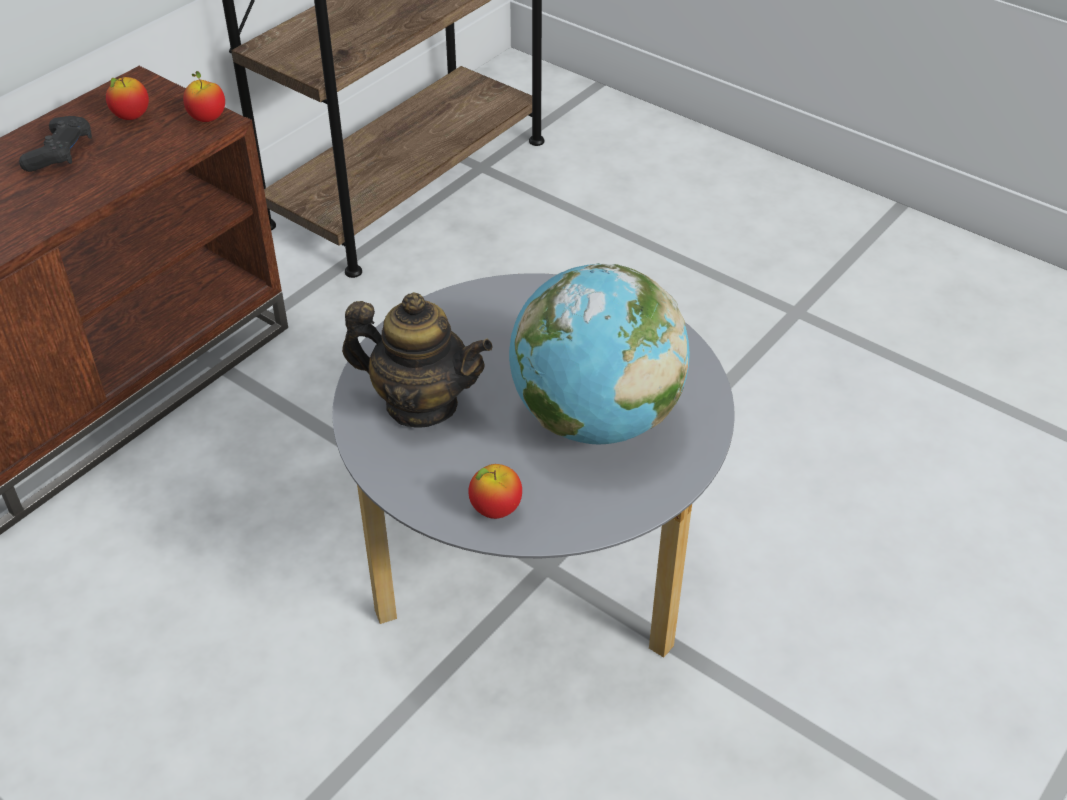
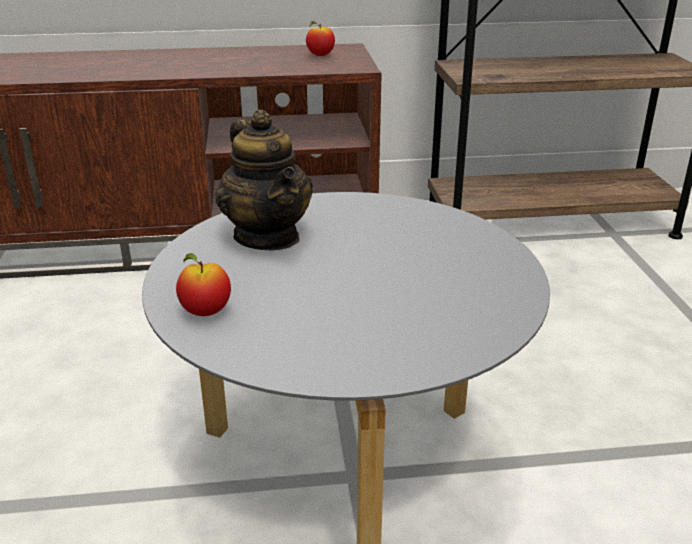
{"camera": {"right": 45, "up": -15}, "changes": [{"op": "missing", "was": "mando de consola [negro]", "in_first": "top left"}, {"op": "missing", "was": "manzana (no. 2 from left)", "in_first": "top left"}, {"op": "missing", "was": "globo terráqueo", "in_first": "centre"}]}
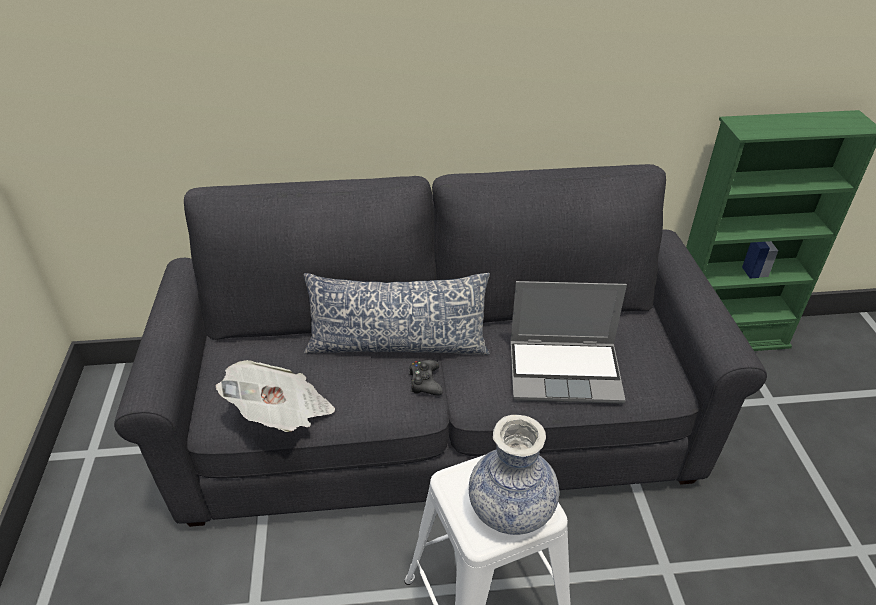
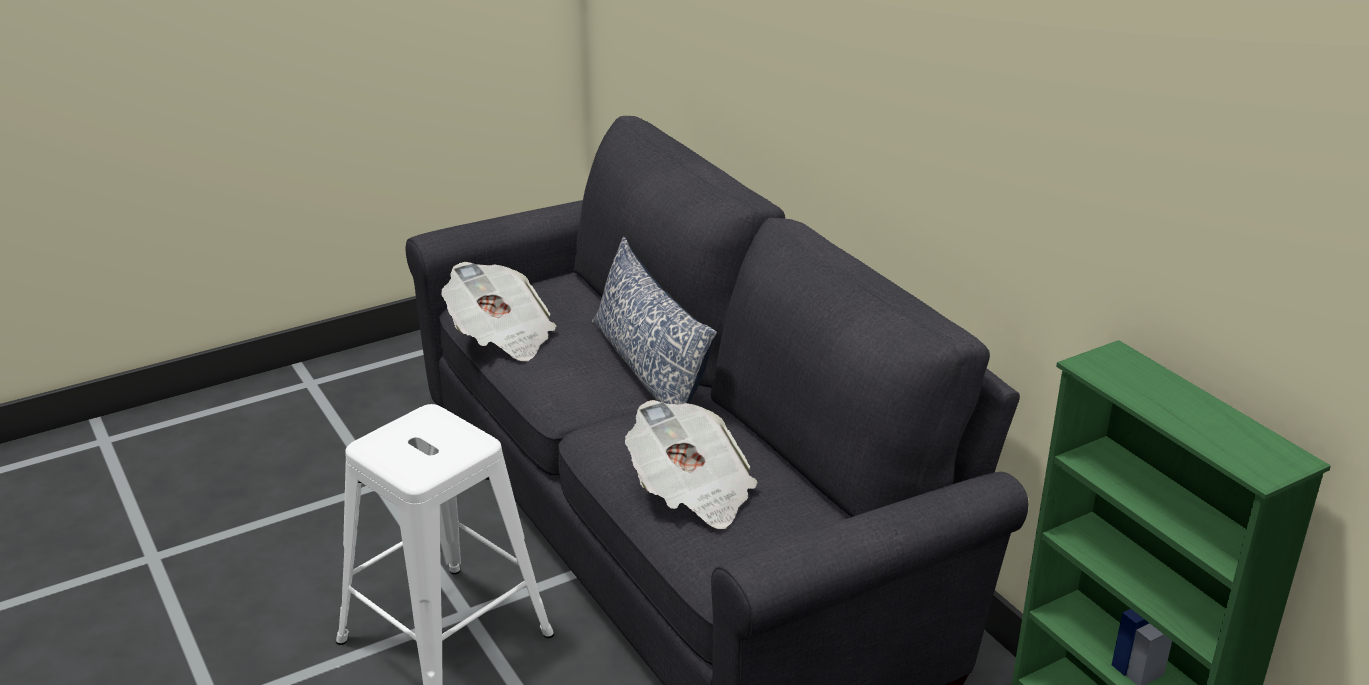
{"camera": {"right": 65, "up": -10}, "changes": [{"op": "missing", "was": "mando de consola [negro]", "in_first": "centre"}, {"op": "missing", "was": "florero", "in_first": "bottom centre"}, {"op": "exchanged", "was": "portátil", "now": "periódico (no. 2 from left)", "in_first": "centre", "in_second": "bottom centre"}]}
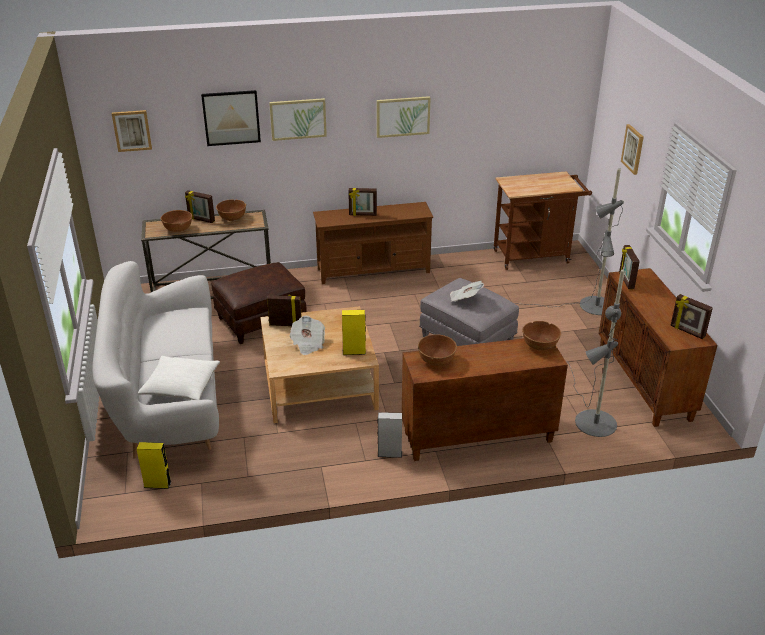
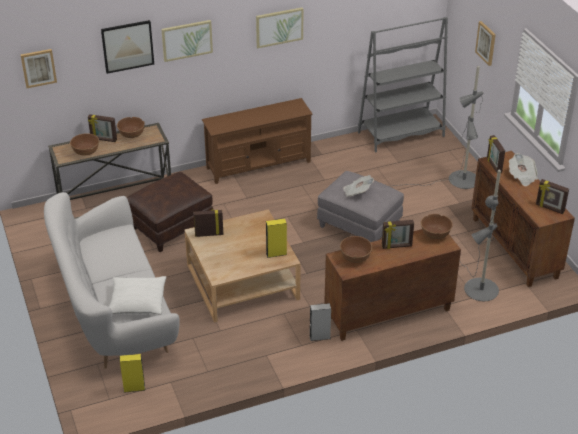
{"camera": {"right": -10, "up": 5}, "changes": [{"op": "relocated", "was": "periódico (no. 1 from left in the first image)", "now": "periódico (no. 2 from left)", "in_first": "centre", "in_second": "middle right"}, {"op": "relocated", "was": "portarretratos (no. 3 from left)", "in_first": "top centre", "in_second": "middle right"}, {"op": "exchanged", "was": "carrito [marrón]", "now": "estantería [gris]", "in_first": "middle right", "in_second": "top right"}]}
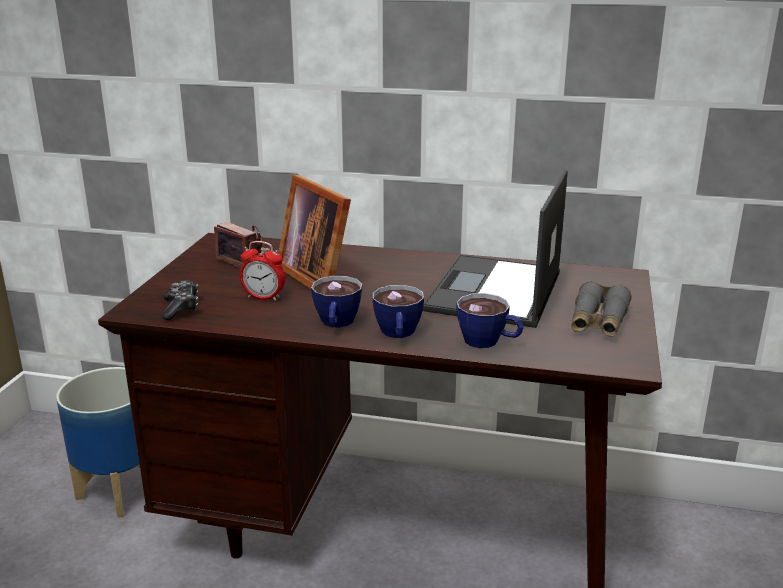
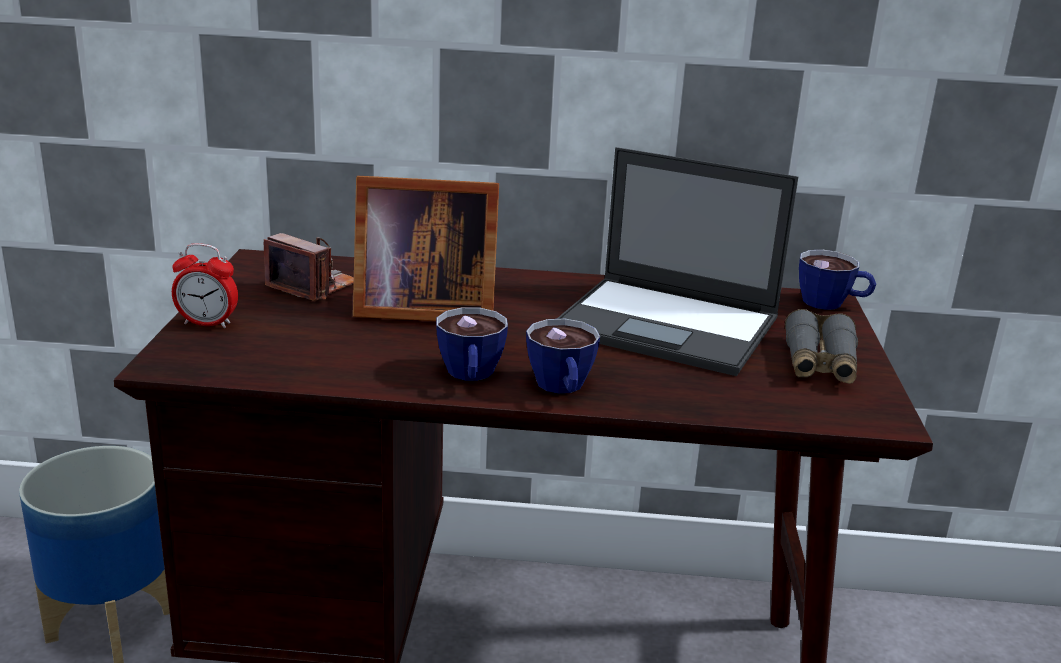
{"camera": {"right": -10, "up": 0}, "changes": [{"op": "missing", "was": "mando de consola", "in_first": "middle left"}, {"op": "relocated", "was": "despertador", "in_first": "centre", "in_second": "middle left"}, {"op": "spun", "was": "portarretratos", "in_first": "centre", "in_second": "centre", "clockwise": -45}, {"op": "spun", "was": "portátil", "in_first": "centre", "in_second": "centre", "clockwise": -75}, {"op": "relocated", "was": "taza (no. 3 from left)", "in_first": "centre", "in_second": "middle right"}]}
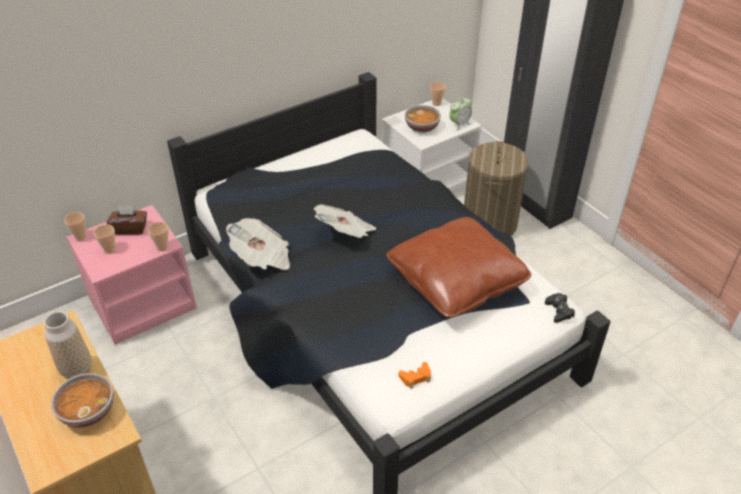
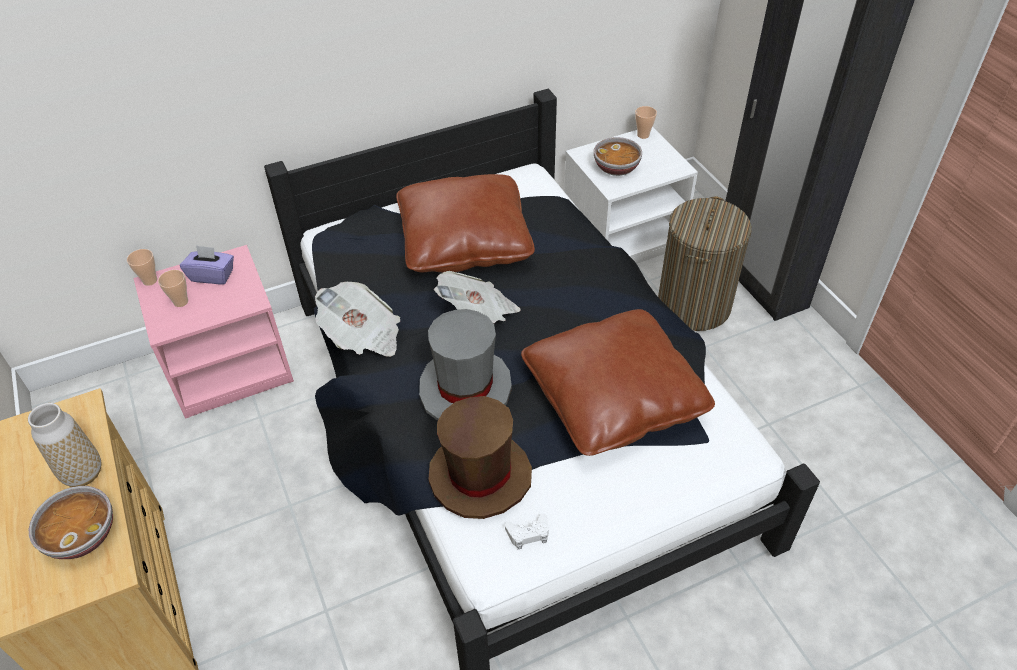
{"camera": {"right": 10, "up": 5}, "changes": [{"op": "colour", "was": "caja de pañuelos [marrón]", "now": "caja de pañuelos [morado]", "in_first": "middle left", "in_second": "middle left"}, {"op": "missing", "was": "taza (no. 3 from left)", "in_first": "middle left"}, {"op": "colour", "was": "mando de consola [naranja]", "now": "mando de consola [blanco]", "in_first": "bottom centre", "in_second": "bottom centre"}, {"op": "missing", "was": "despertador", "in_first": "top centre"}, {"op": "missing", "was": "mando de consola [negro]", "in_first": "middle right"}, {"op": "appeared", "now": "cojín [marrón] (no. 1 from left)", "in_second": "top centre"}, {"op": "appeared", "now": "sombrero [gris]", "in_second": "centre"}, {"op": "appeared", "now": "sombrero [marrón]", "in_second": "bottom centre"}]}
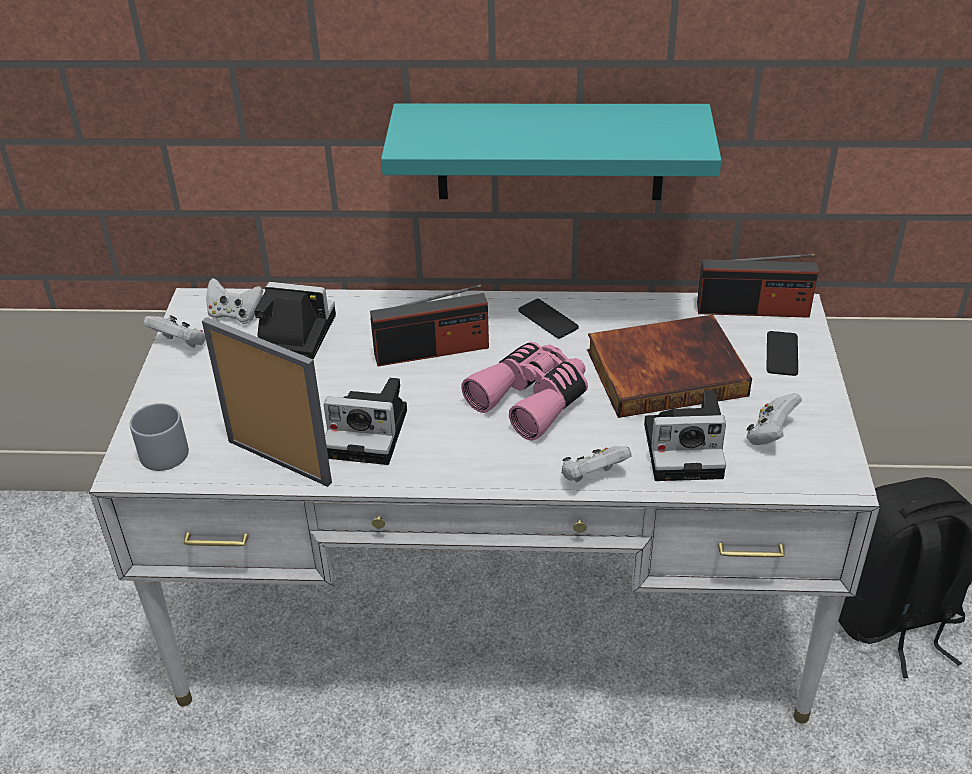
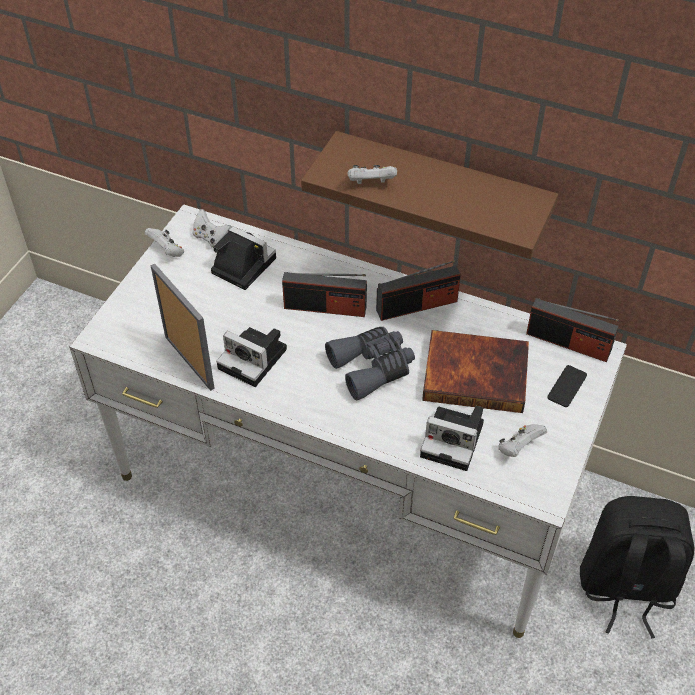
{"camera": {"right": 20, "up": 10}, "changes": [{"op": "missing", "was": "taza grande [gris]", "in_first": "middle left"}, {"op": "colour", "was": "estante [turquesa]", "now": "estante [marrón]", "in_first": "top centre", "in_second": "top centre"}, {"op": "colour", "was": "prismáticos [rosa]", "now": "prismáticos [gris]", "in_first": "centre", "in_second": "centre"}, {"op": "exchanged", "was": "móvil (no. 1 from left)", "now": "radio (no. 2 from left)", "in_first": "centre", "in_second": "centre"}, {"op": "relocated", "was": "mando de consola [blanco] (no. 3 from left)", "in_first": "centre", "in_second": "top centre"}]}
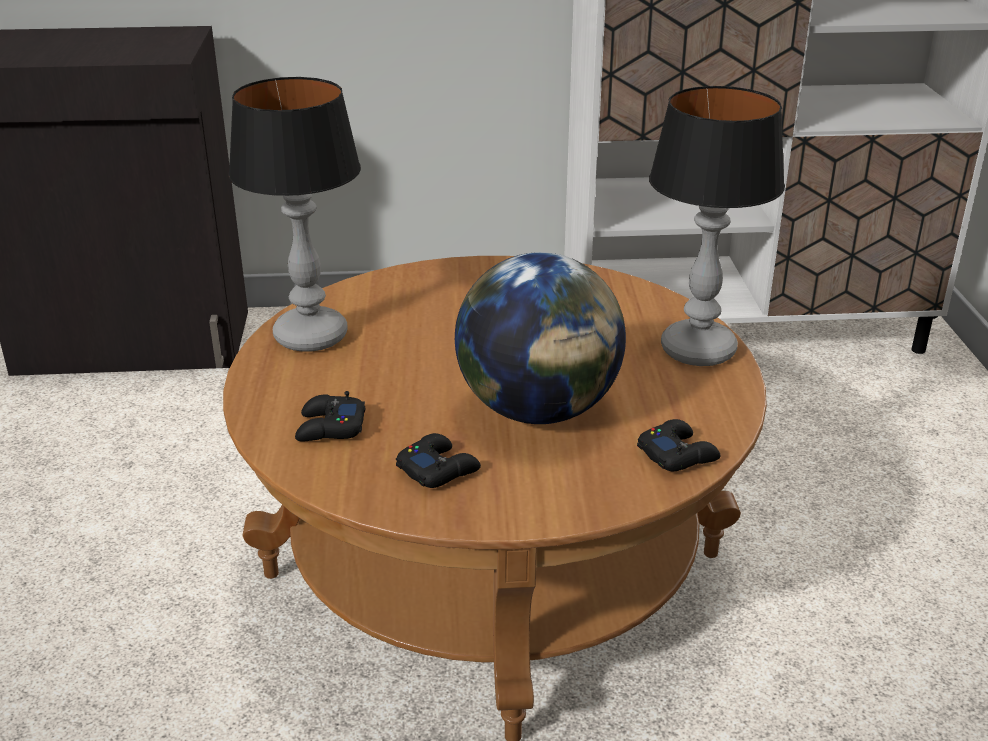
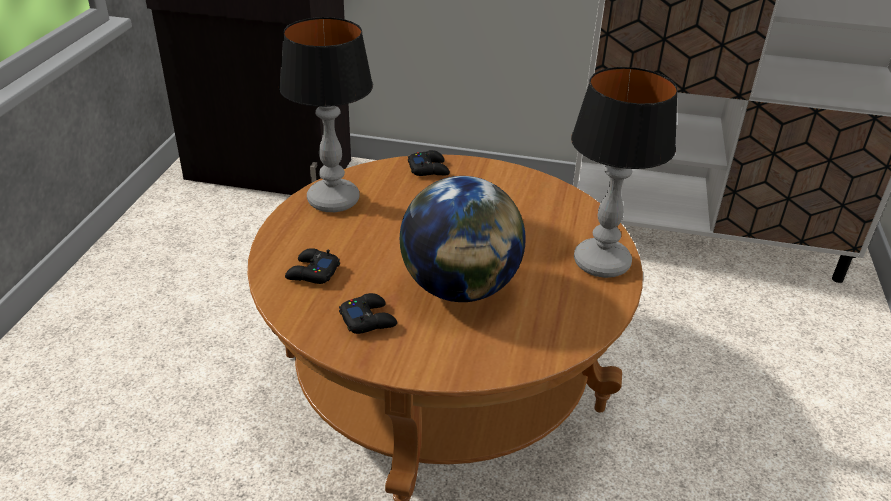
{"camera": {"right": 15, "up": 5}, "changes": [{"op": "relocated", "was": "mando de consola [negro] (no. 3 from left)", "in_first": "middle right", "in_second": "top centre"}]}
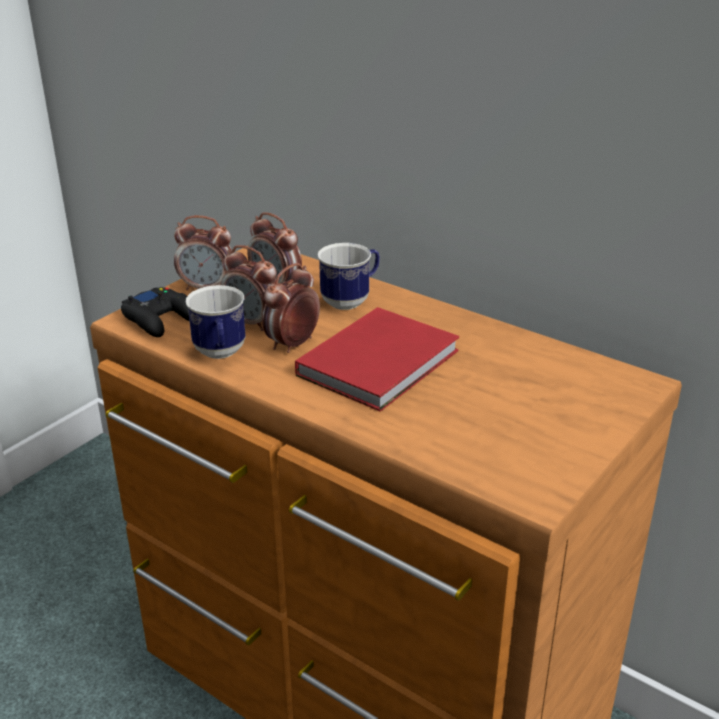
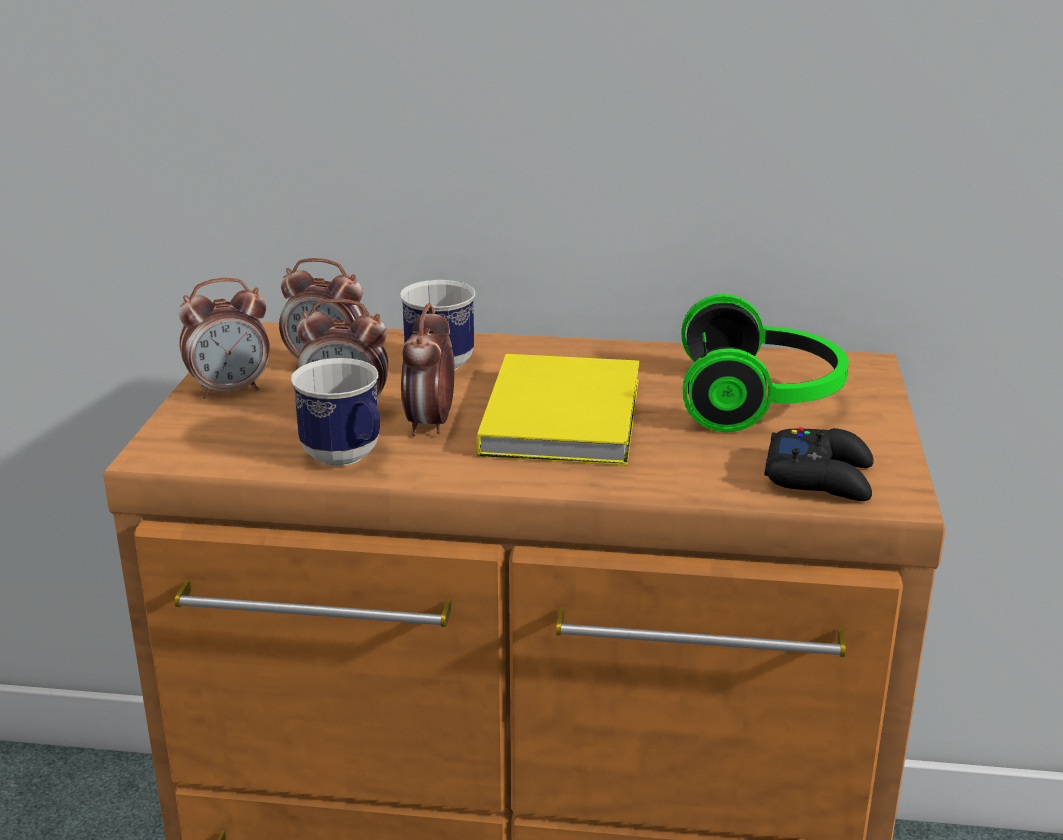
{"camera": {"right": -30, "up": -5}, "changes": [{"op": "relocated", "was": "mando de consola [negro]", "in_first": "middle left", "in_second": "middle right"}, {"op": "colour", "was": "libro [rojo]", "now": "libro [amarillo]", "in_first": "centre", "in_second": "centre"}, {"op": "appeared", "now": "auriculares", "in_second": "middle right"}]}
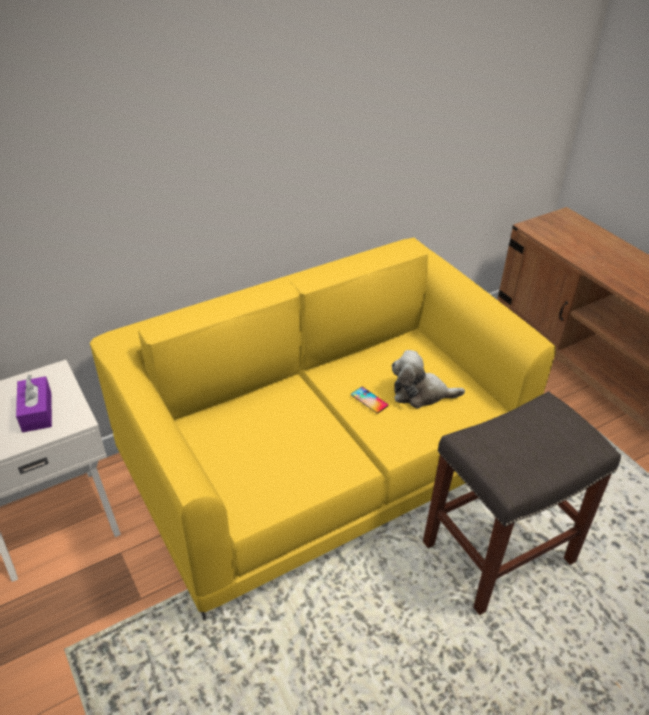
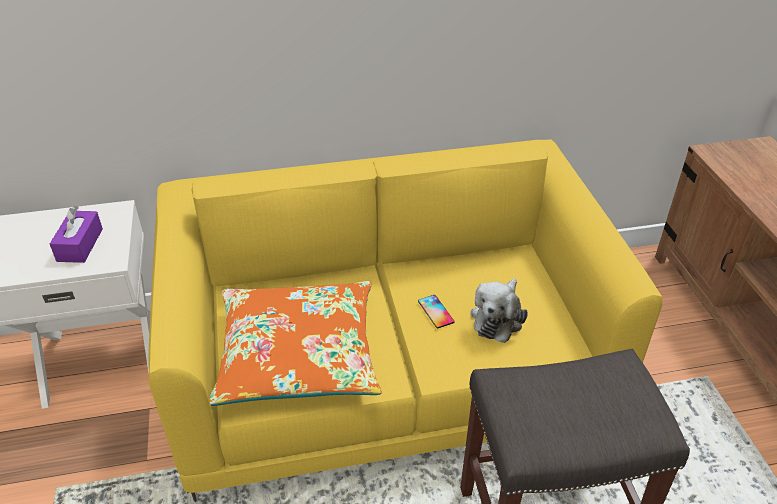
{"camera": {"right": 20, "up": 0}, "changes": [{"op": "spun", "was": "peluche", "in_first": "centre", "in_second": "centre", "clockwise": -90}, {"op": "appeared", "now": "cojín [naranja]", "in_second": "bottom centre"}]}
